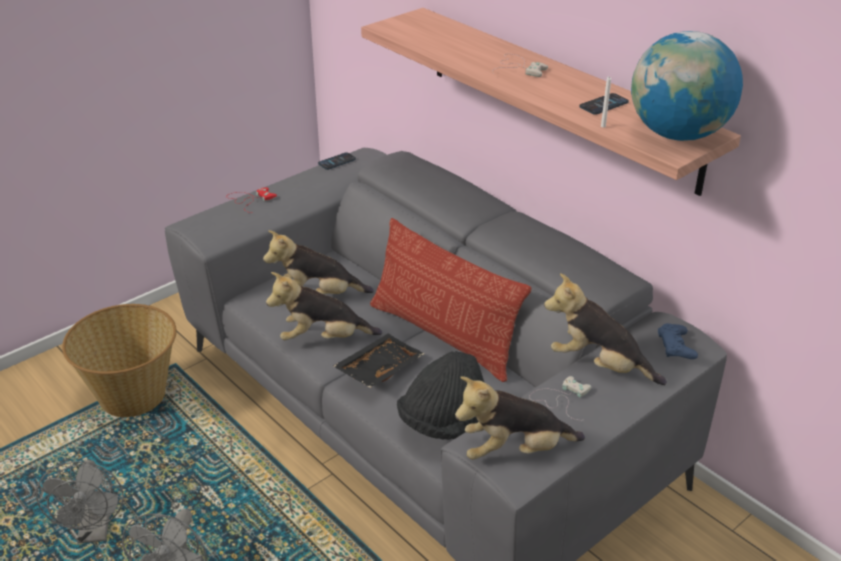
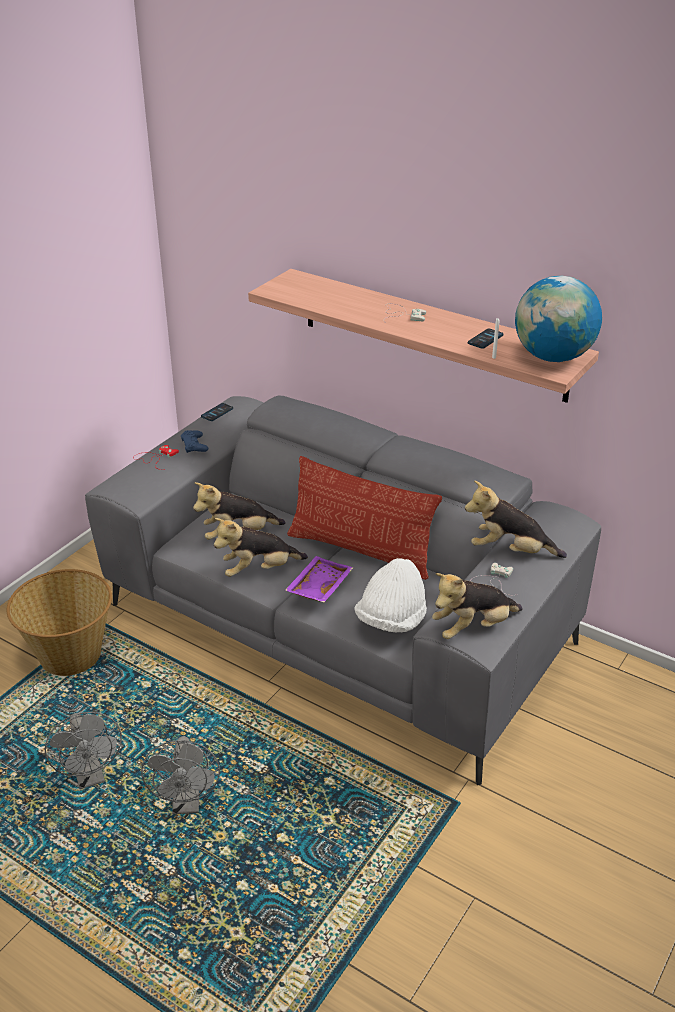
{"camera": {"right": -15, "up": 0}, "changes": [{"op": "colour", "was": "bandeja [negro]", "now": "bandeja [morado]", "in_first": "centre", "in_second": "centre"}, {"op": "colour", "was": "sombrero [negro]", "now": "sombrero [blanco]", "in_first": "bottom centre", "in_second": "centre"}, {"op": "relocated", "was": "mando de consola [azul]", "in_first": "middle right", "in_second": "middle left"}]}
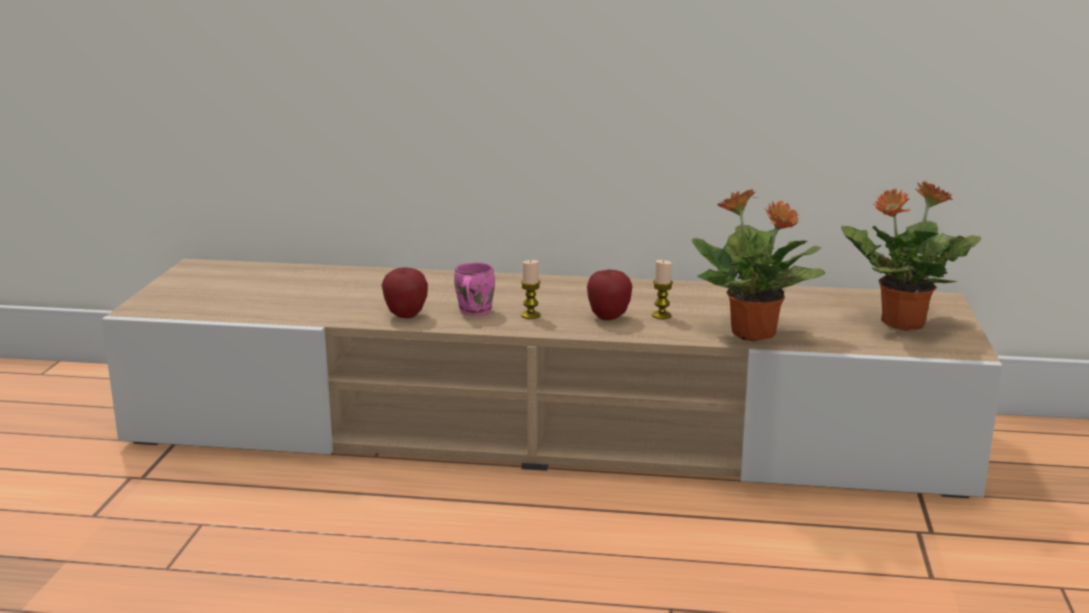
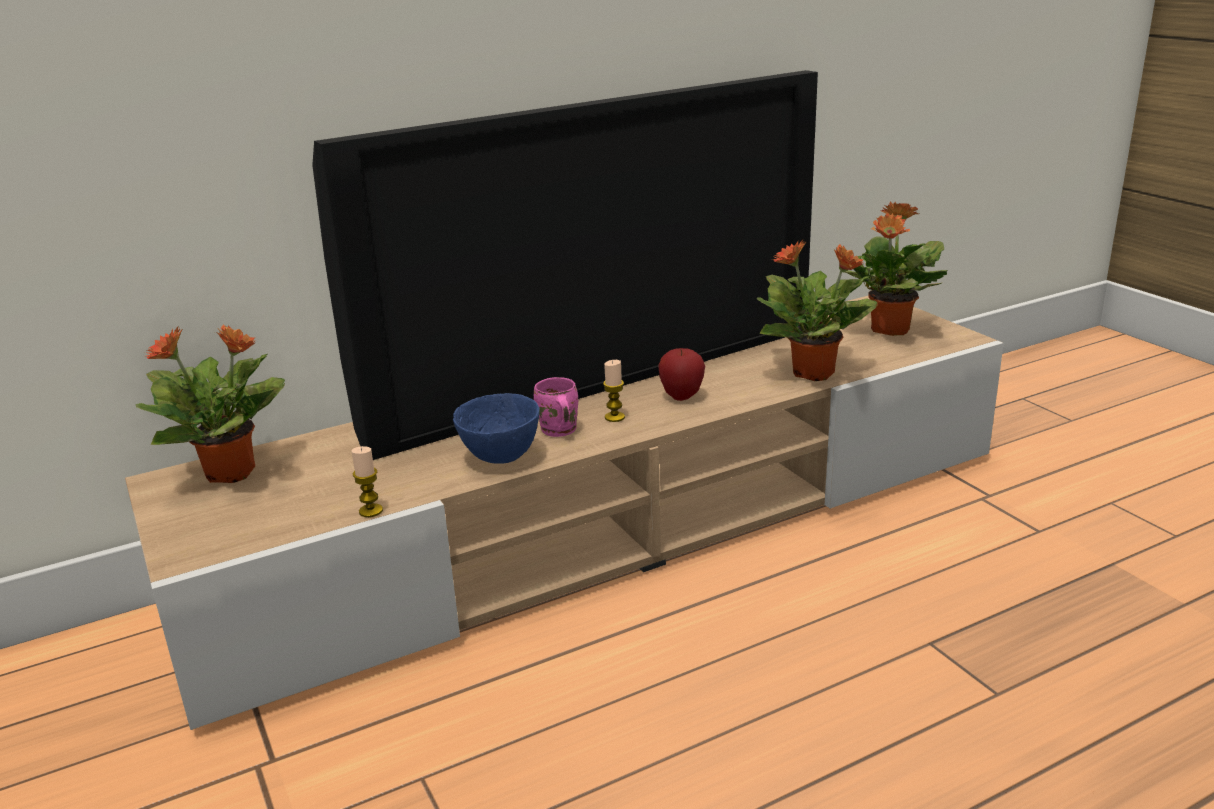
{"camera": {"right": -35, "up": 5}, "changes": [{"op": "exchanged", "was": "manzana (no. 1 from left)", "now": "cuenco [azul]", "in_first": "centre", "in_second": "centre"}, {"op": "relocated", "was": "vela (no. 2 from left in the first image)", "now": "vela (no. 1 from left)", "in_first": "centre", "in_second": "middle left"}, {"op": "appeared", "now": "planta en maceta (no. 1 from left)", "in_second": "middle left"}, {"op": "appeared", "now": "televisor", "in_second": "top centre"}]}
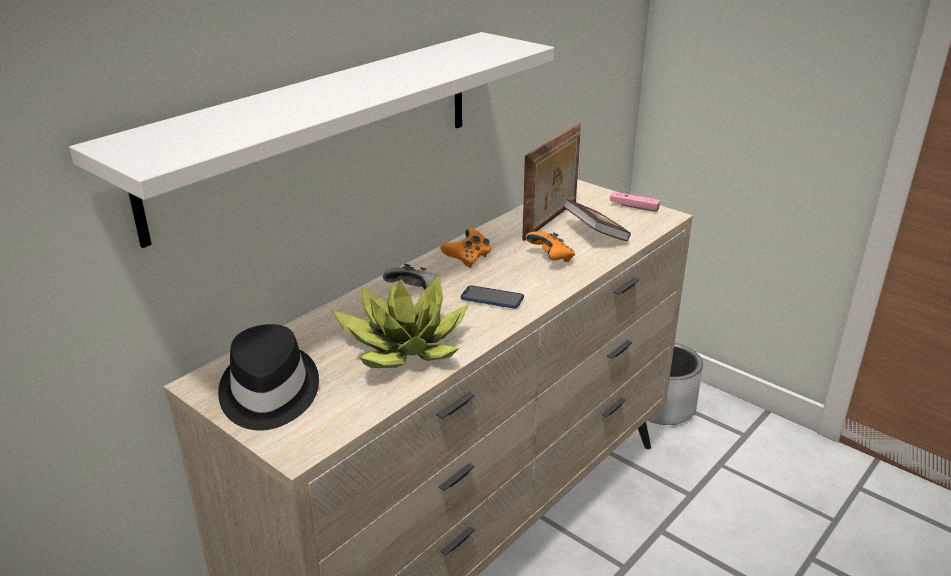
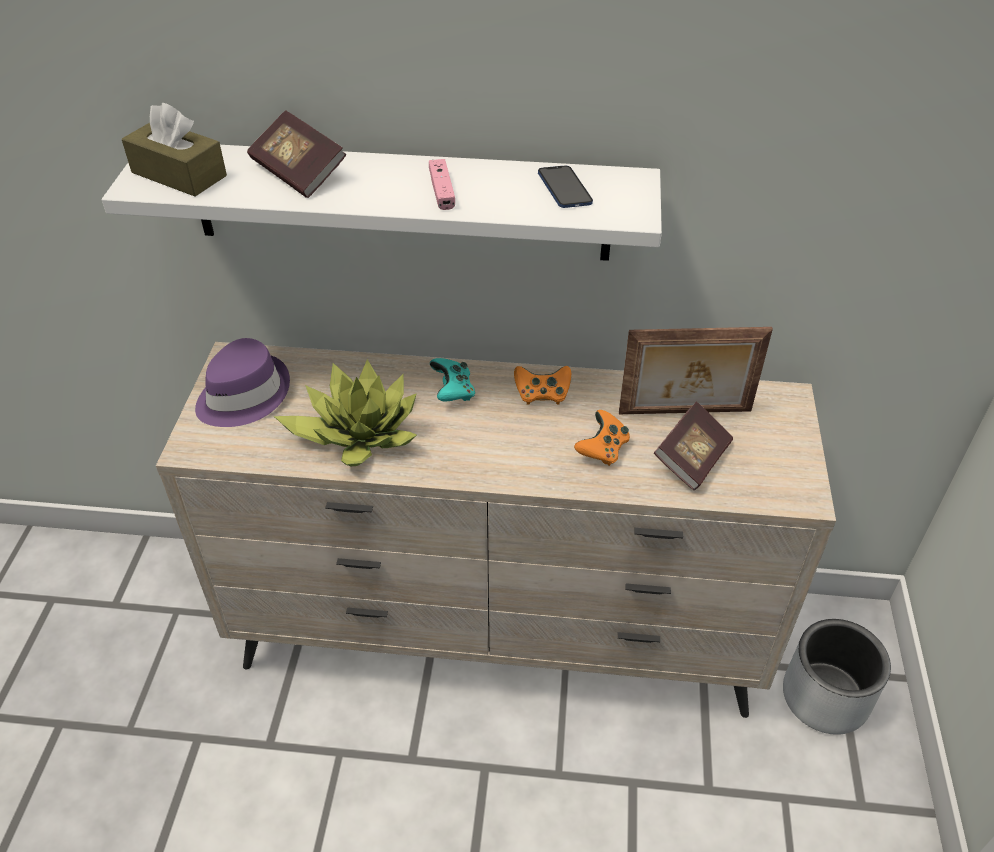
{"camera": {"right": 55, "up": 15}, "changes": [{"op": "colour", "was": "sombrero [negro]", "now": "sombrero [morado]", "in_first": "middle left", "in_second": "middle left"}, {"op": "colour", "was": "mando de consola [gris]", "now": "mando de consola [turquesa]", "in_first": "centre", "in_second": "centre"}, {"op": "relocated", "was": "móvil", "in_first": "centre", "in_second": "top centre"}, {"op": "relocated", "was": "mando de consola [rosa]", "in_first": "middle right", "in_second": "top centre"}, {"op": "appeared", "now": "caja de pañuelos [marrón]", "in_second": "top left"}, {"op": "appeared", "now": "libro (no. 1 from left)", "in_second": "top left"}]}
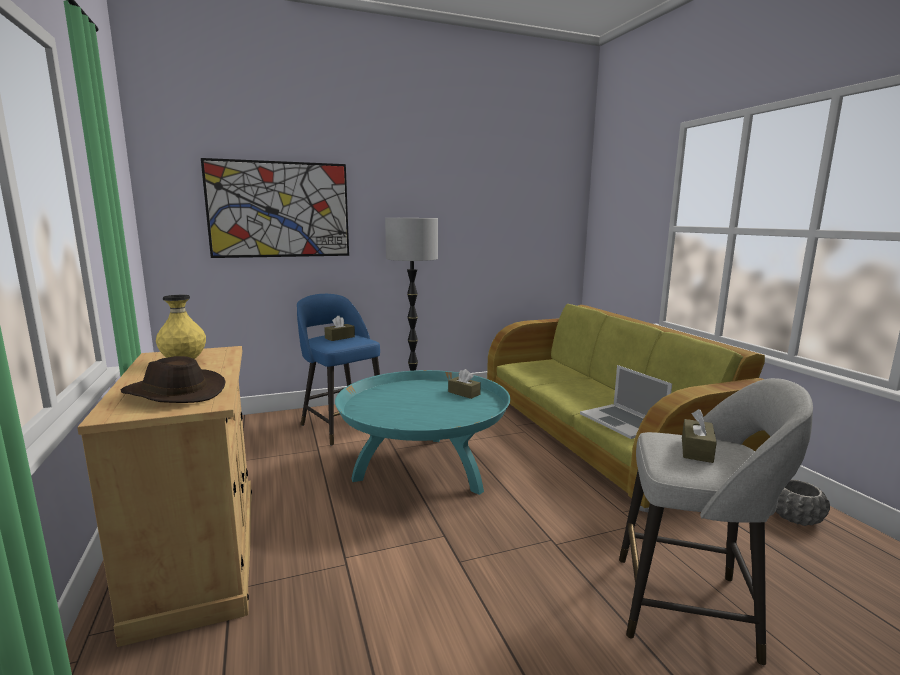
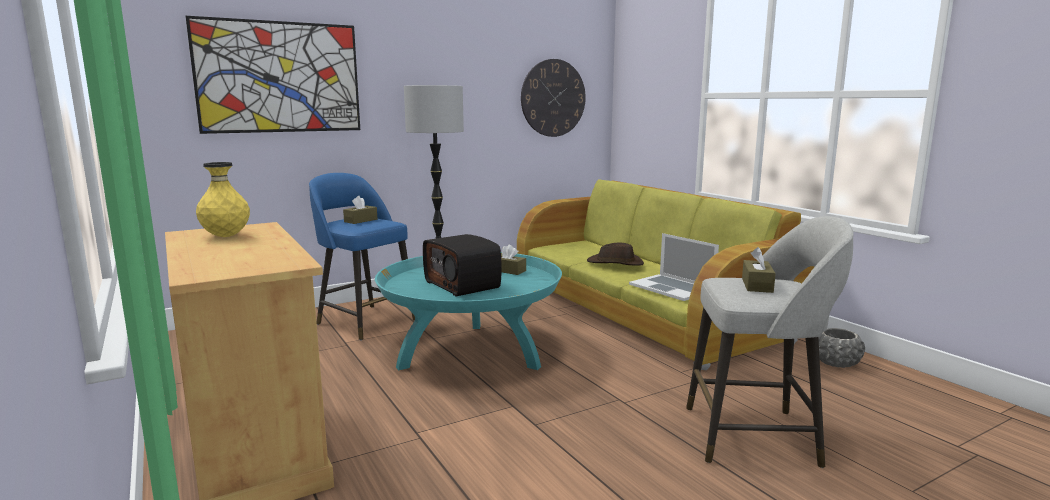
{"camera": {"right": -10, "up": 0}, "changes": [{"op": "relocated", "was": "sombrero [marrón]", "in_first": "middle left", "in_second": "centre"}, {"op": "appeared", "now": "radio", "in_second": "centre"}, {"op": "appeared", "now": "reloj de pared", "in_second": "top centre"}]}
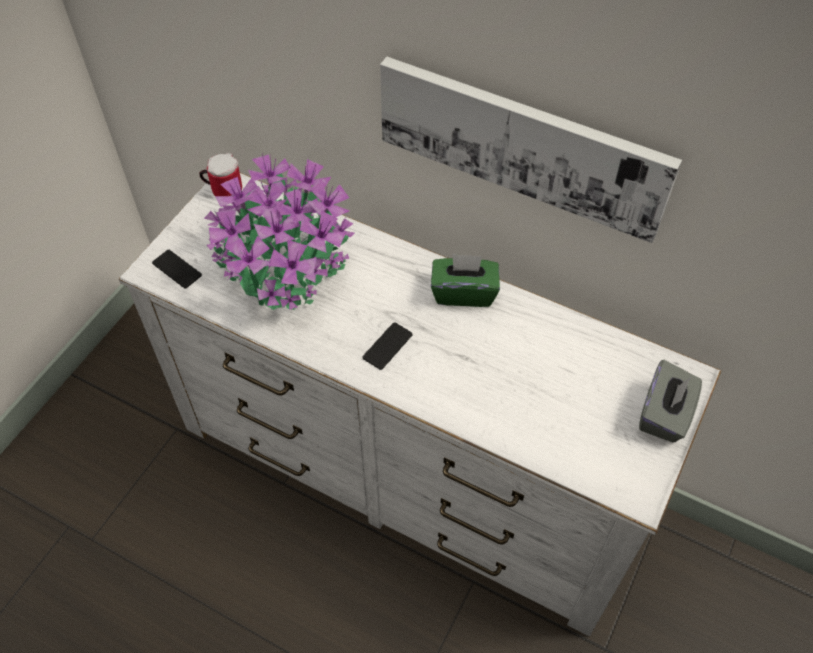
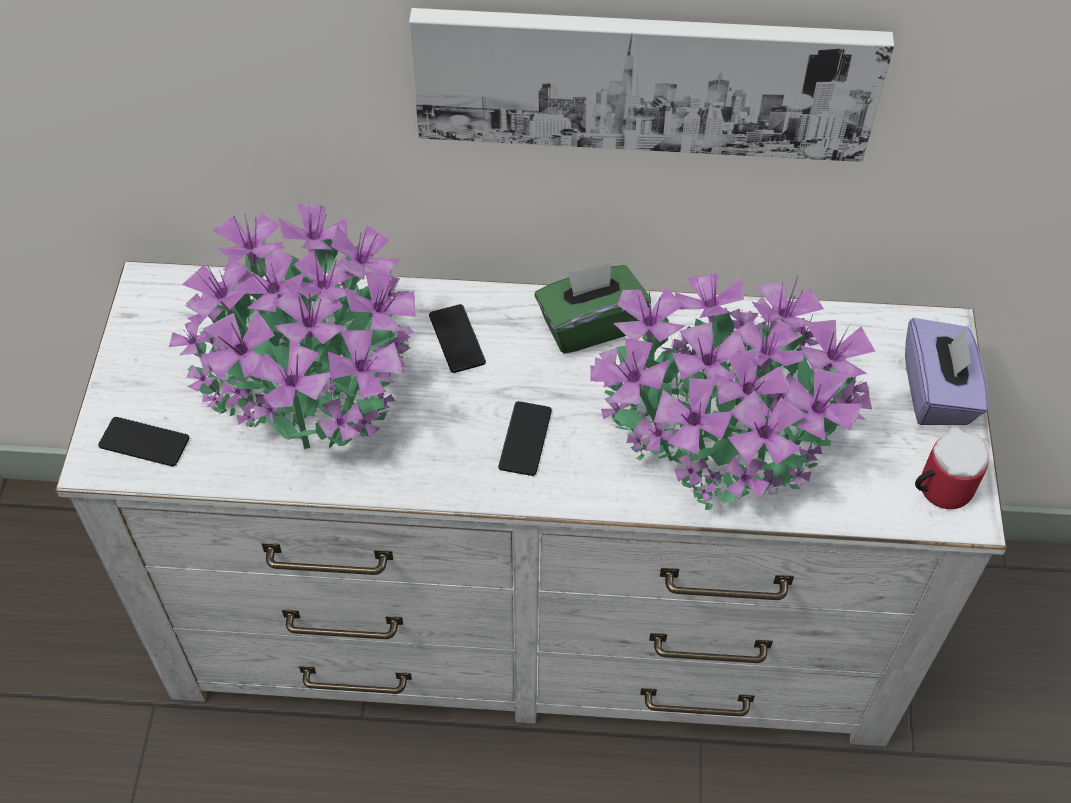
{"camera": {"right": -25, "up": 0}, "changes": [{"op": "relocated", "was": "taza grande", "in_first": "top left", "in_second": "middle right"}, {"op": "colour", "was": "caja de pañuelos [gris]", "now": "caja de pañuelos [morado]", "in_first": "middle right", "in_second": "middle right"}, {"op": "appeared", "now": "móvil (no. 2 from left)", "in_second": "centre"}, {"op": "appeared", "now": "planta en maceta (no. 2 from left)", "in_second": "middle right"}]}
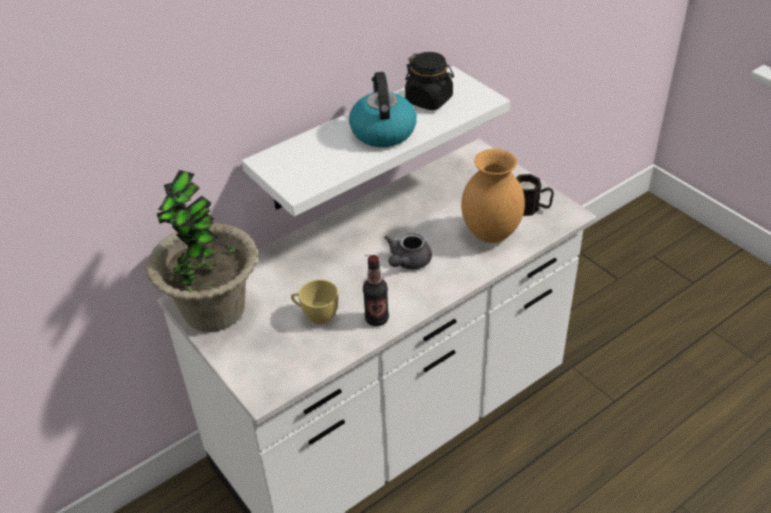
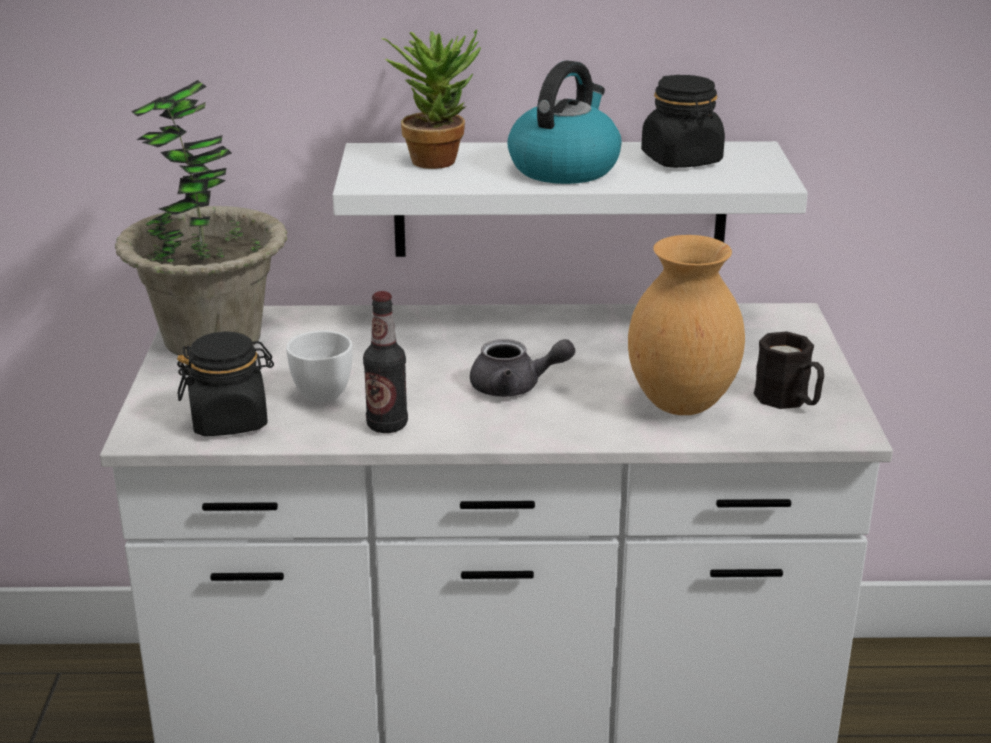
{"camera": {"right": 35, "up": -15}, "changes": [{"op": "colour", "was": "taza [amarillo]", "now": "taza [blanco]", "in_first": "centre", "in_second": "middle left"}, {"op": "spun", "was": "tetera [gris]", "in_first": "centre", "in_second": "centre", "clockwise": -150}, {"op": "appeared", "now": "tarro [negro] (no. 1 from left)", "in_second": "middle left"}, {"op": "appeared", "now": "planta en maceta (no. 2 from left)", "in_second": "top centre"}]}
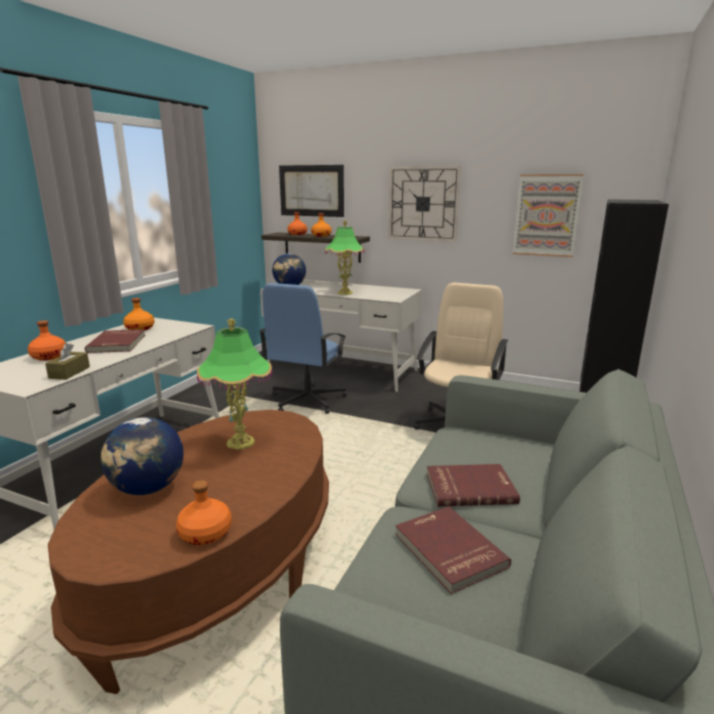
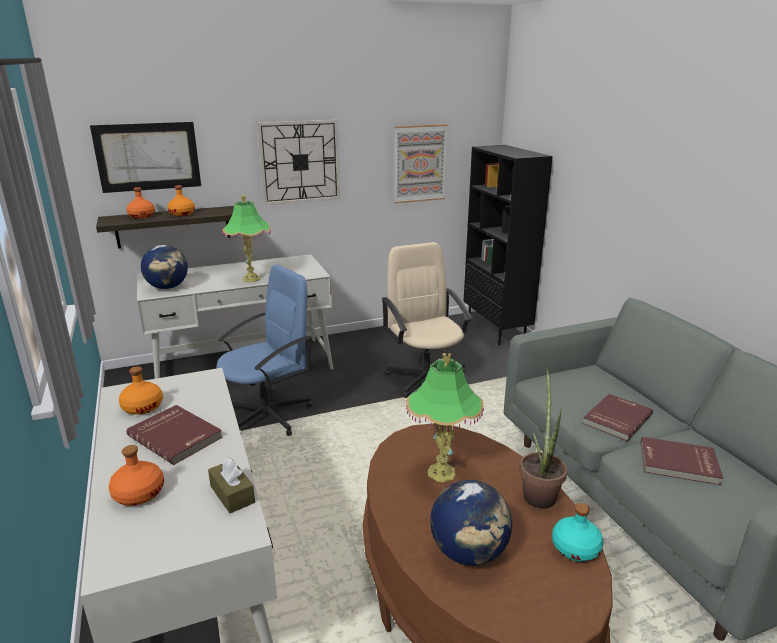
{"camera": {"right": -45, "up": 5}, "changes": [{"op": "colour", "was": "botella [naranja] (no. 3 from left)", "now": "botella [turquesa]", "in_first": "bottom left", "in_second": "bottom right"}, {"op": "spun", "was": "silla de oficina [azul]", "in_first": "centre", "in_second": "centre", "clockwise": -105}, {"op": "appeared", "now": "planta en maceta", "in_second": "bottom right"}]}
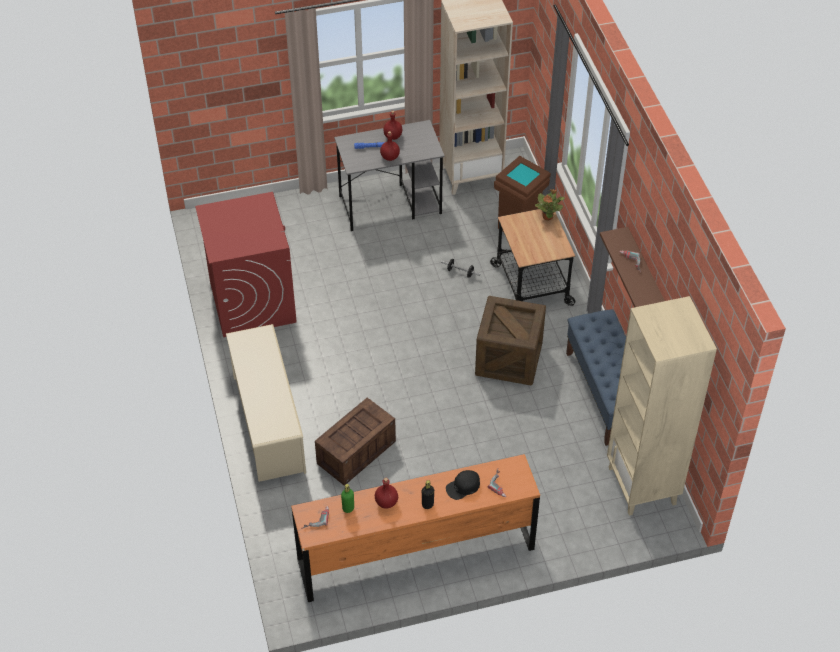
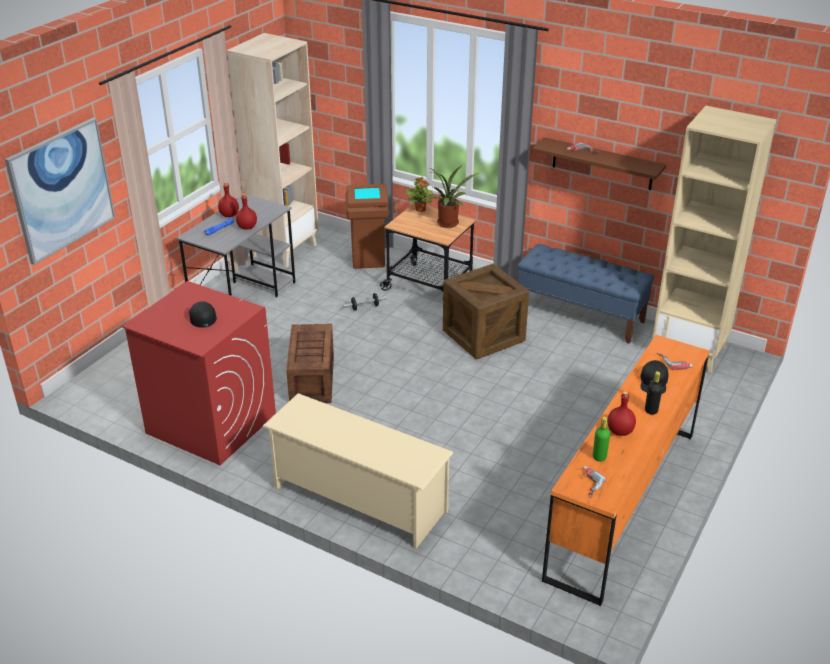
{"camera": {"right": -45, "up": -15}, "changes": [{"op": "relocated", "was": "caja de embalaje (no. 1 from left)", "in_first": "bottom centre", "in_second": "centre"}, {"op": "appeared", "now": "cuadro", "in_second": "top left"}, {"op": "appeared", "now": "gorra [negro] (no. 1 from left)", "in_second": "middle left"}, {"op": "appeared", "now": "planta en maceta (no. 2 from left)", "in_second": "top centre"}]}
